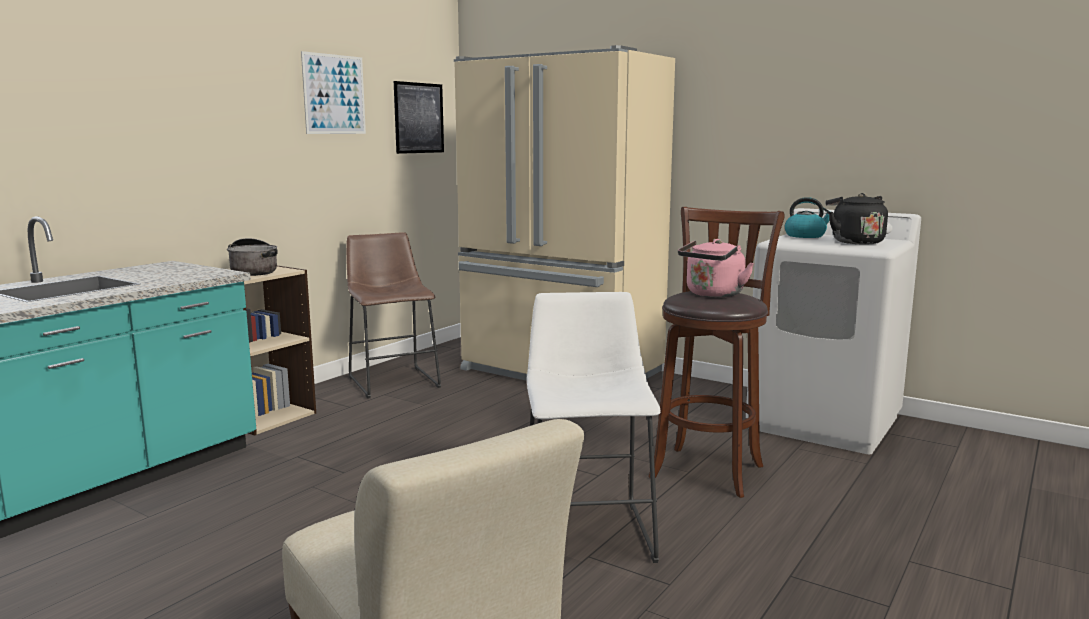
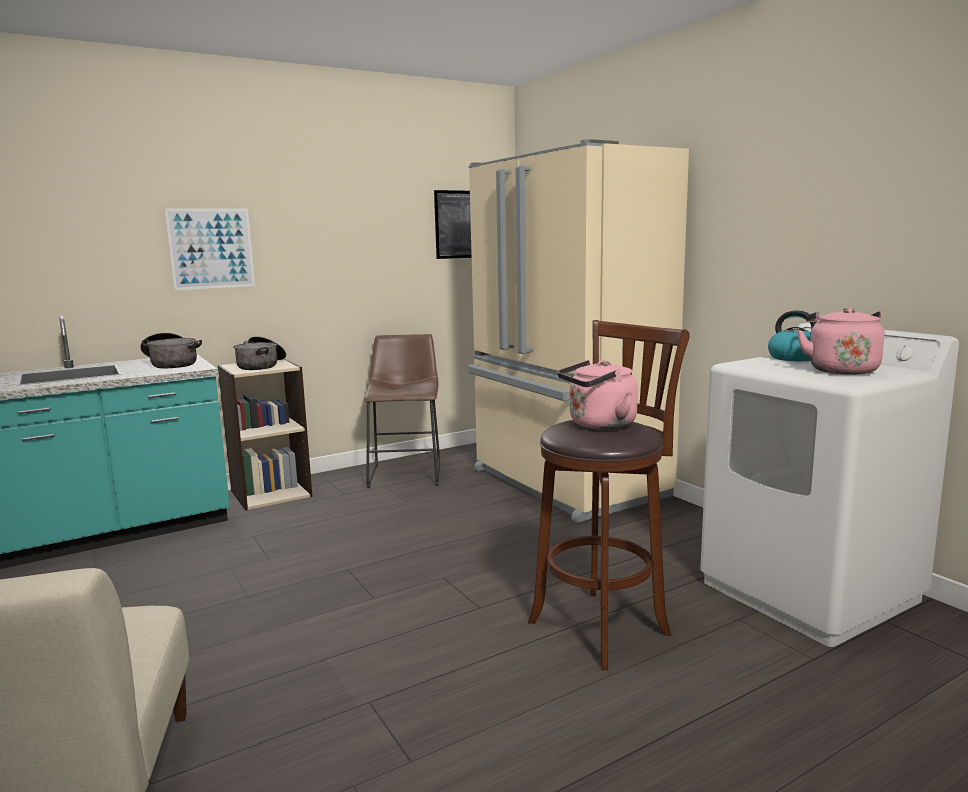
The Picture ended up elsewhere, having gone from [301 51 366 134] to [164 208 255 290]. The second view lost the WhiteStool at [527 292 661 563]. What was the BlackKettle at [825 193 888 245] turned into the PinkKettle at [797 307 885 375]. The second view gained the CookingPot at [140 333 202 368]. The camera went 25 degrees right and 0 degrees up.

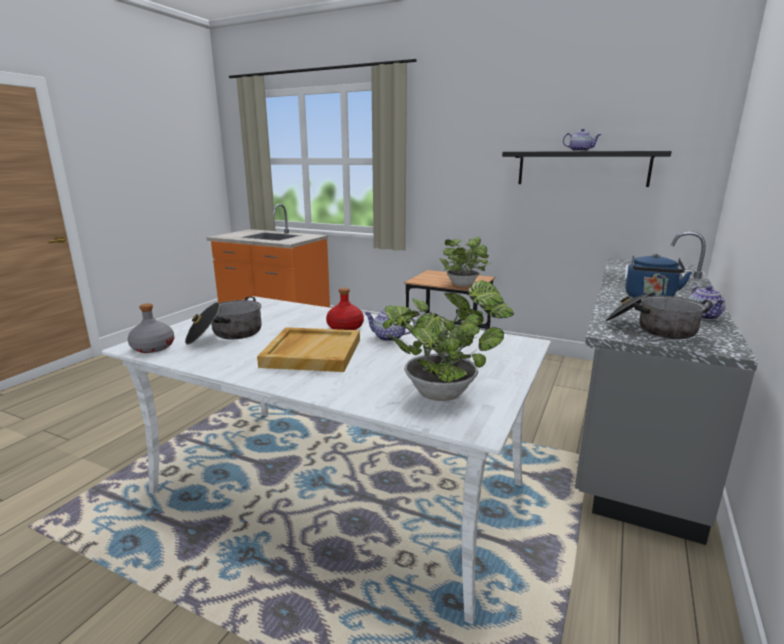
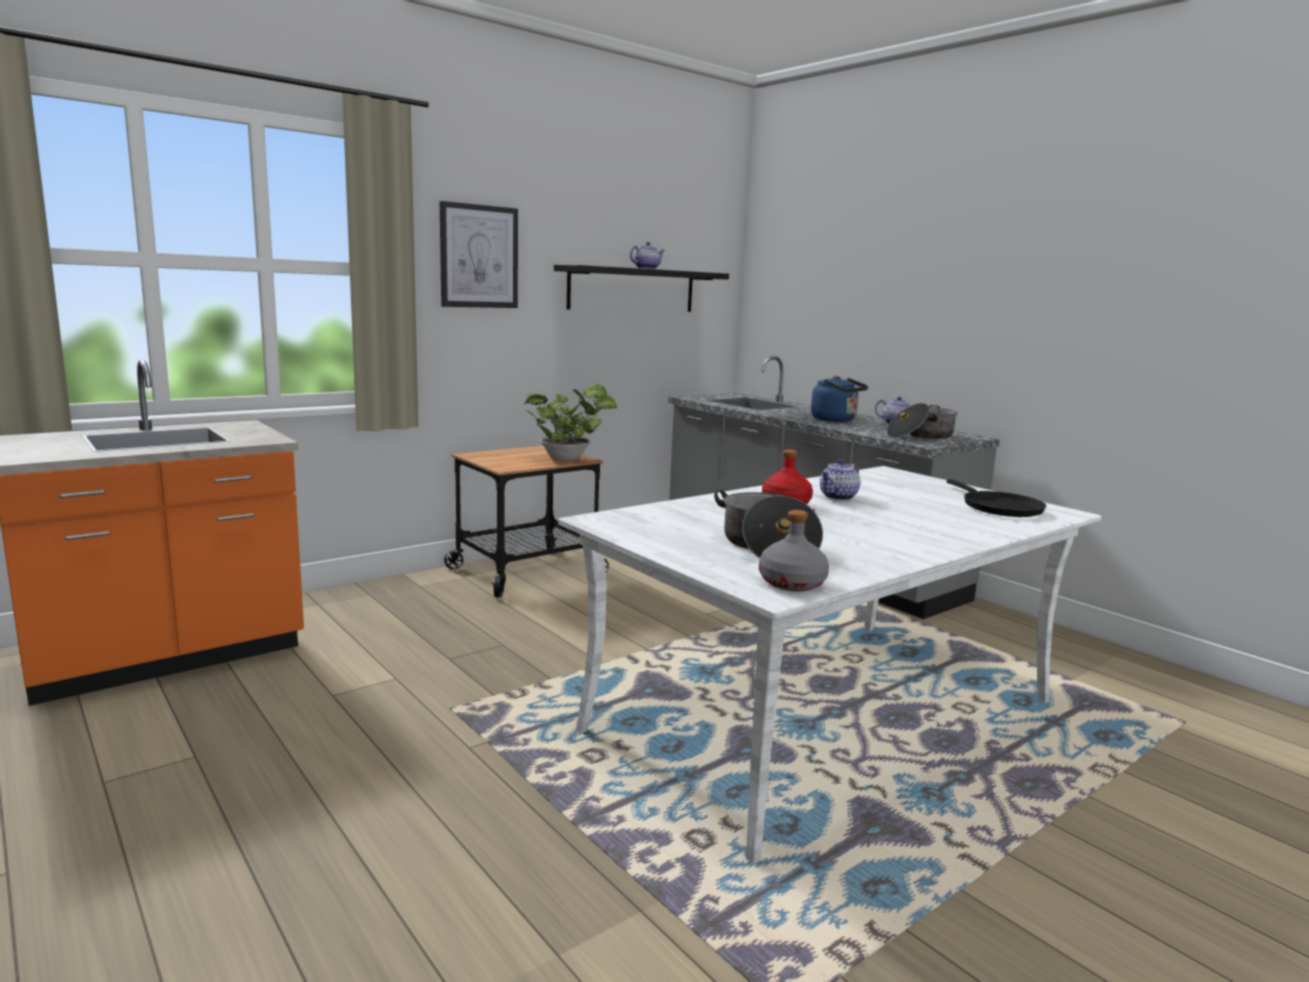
The second view lost the BeigeTray at [257 327 360 372]. Where the PottedPlant stood at [383 280 515 401], the BlackFryingPan came to stand at [947 479 1046 517]. The second view gained the Picture at [440 201 518 308]. The camera went 65 degrees left and 5 degrees down.

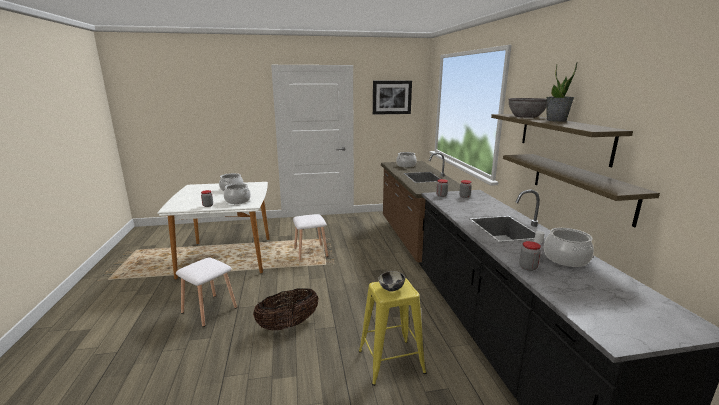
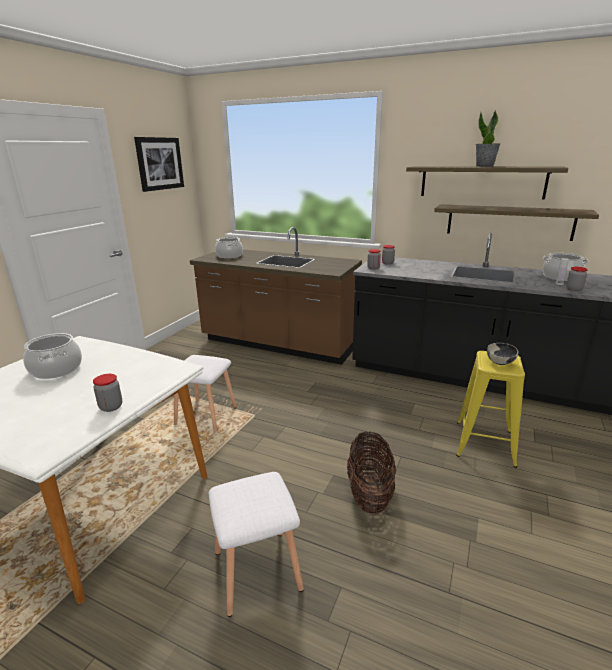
The second view lost the CookingPot at [224 183 251 204]. The second view lost the GreyBowl at [508 98 547 118]. The camera went 55 degrees left and 5 degrees up.

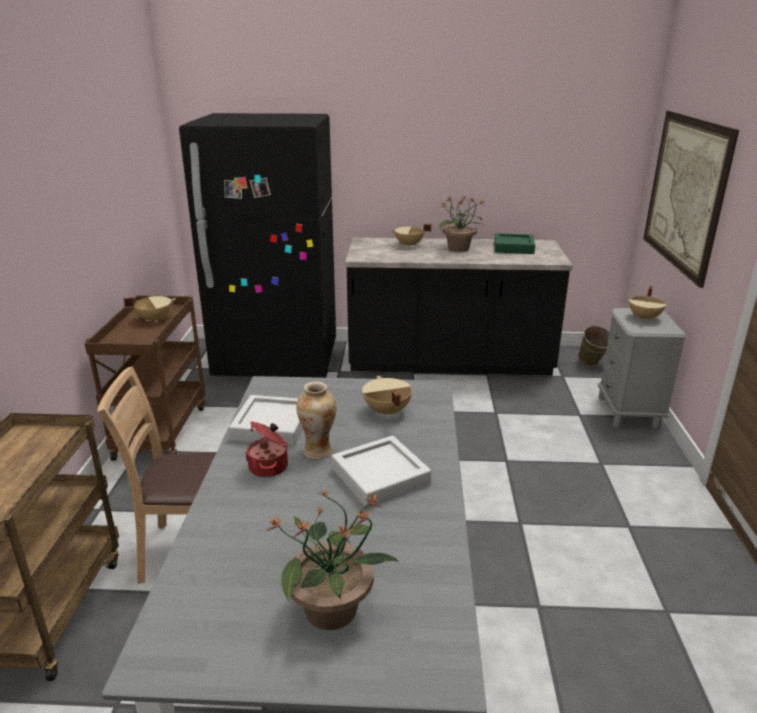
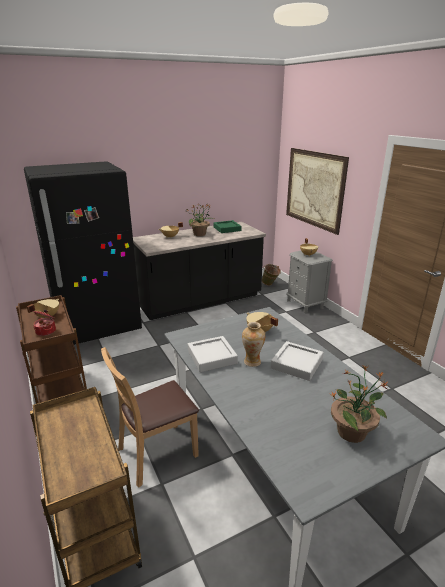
The CookingPot ended up elsewhere, having gone from [245 421 288 477] to [33 309 56 336]. The camera went 30 degrees left and 0 degrees up.

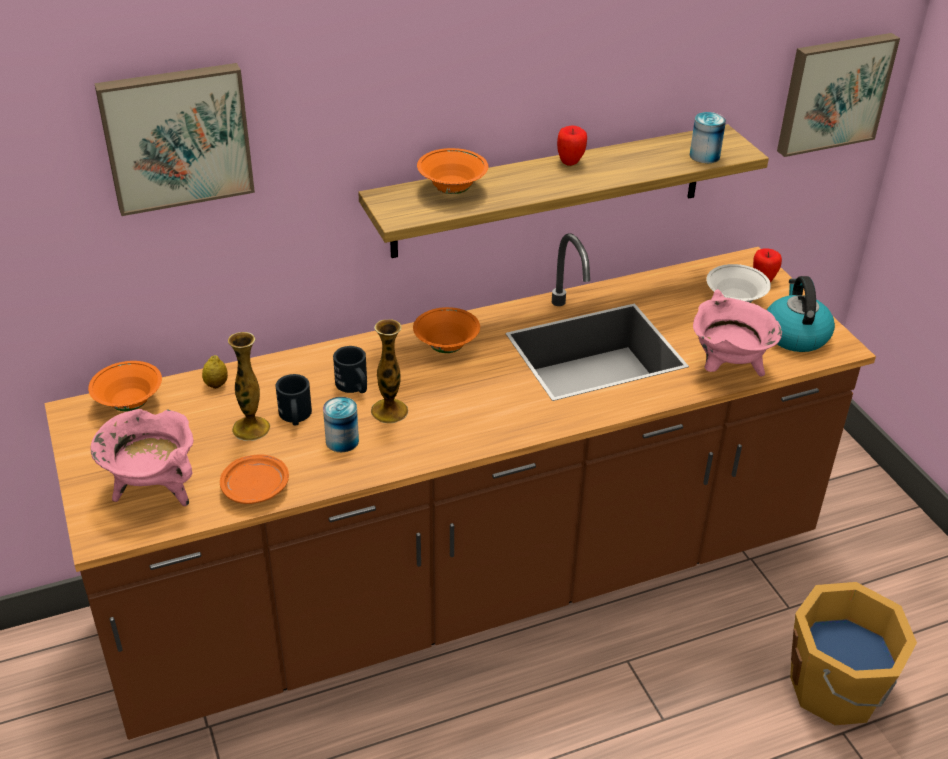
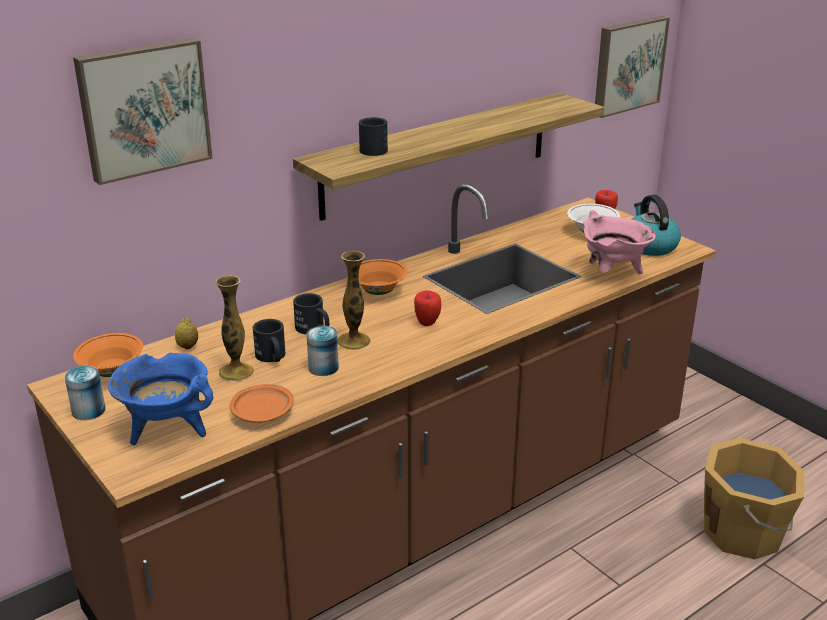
What was the PinkCookingPot at [91 409 194 506] turned into the BlueCookingPot at [108 352 214 445]. Where the OrangeBowl stood at [417 148 488 194], the BlackMug came to stand at [359 117 388 156]. The Apple ended up elsewhere, having gone from [557 126 587 166] to [414 290 441 326]. The Can ended up elsewhere, having gone from [690 112 726 163] to [65 366 105 420]. The camera went 15 degrees left and 10 degrees down.

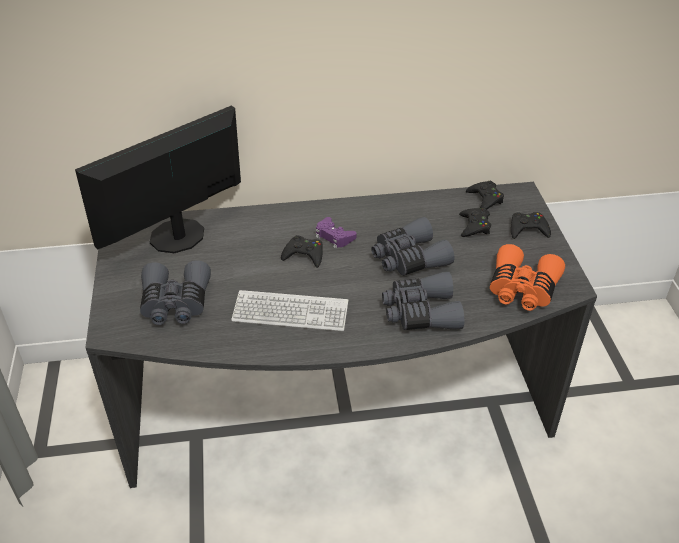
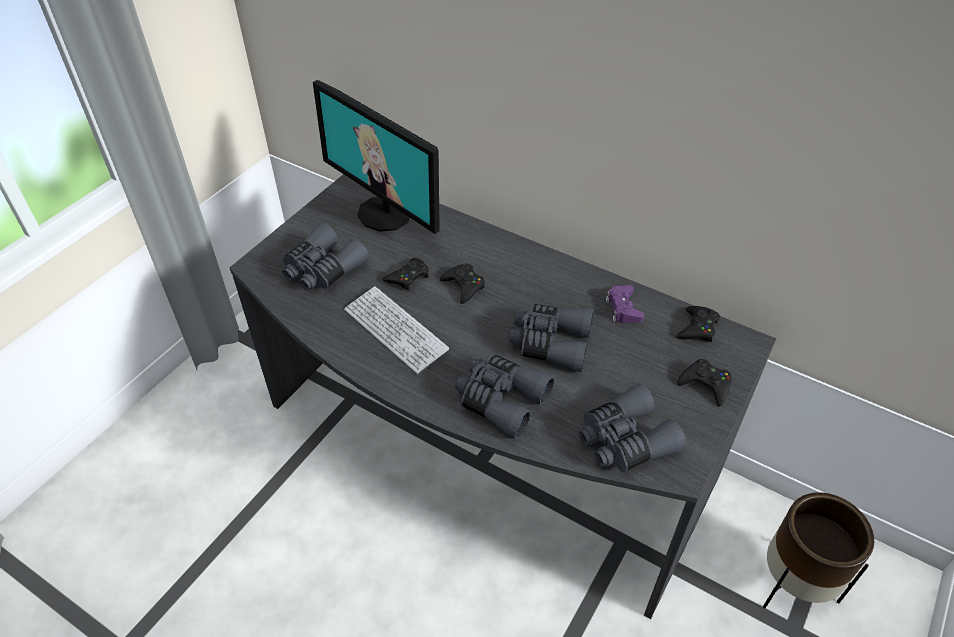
The Monitor at [75 105 241 253] ended up facing another way, 135 degrees counterclockwise from before. The PurpleGameController ended up elsewhere, having gone from [316 217 357 249] to [606 285 644 323]. The BlackGameController ended up elsewhere, having gone from [459 208 491 237] to [383 258 429 291]. What was the OrangeBinoculars at [490 244 565 311] turned into the GreyBinoculars at [579 383 686 472]. The second view gained the BrownPlanter at [763 492 874 609]. The camera went 40 degrees right and 5 degrees up.

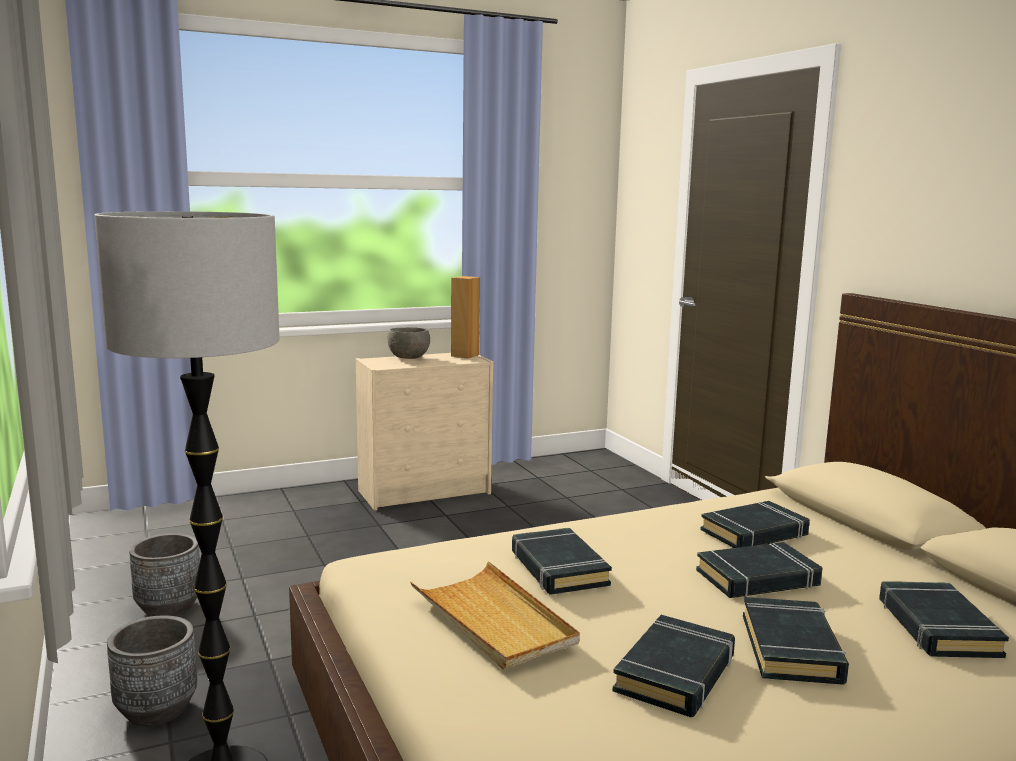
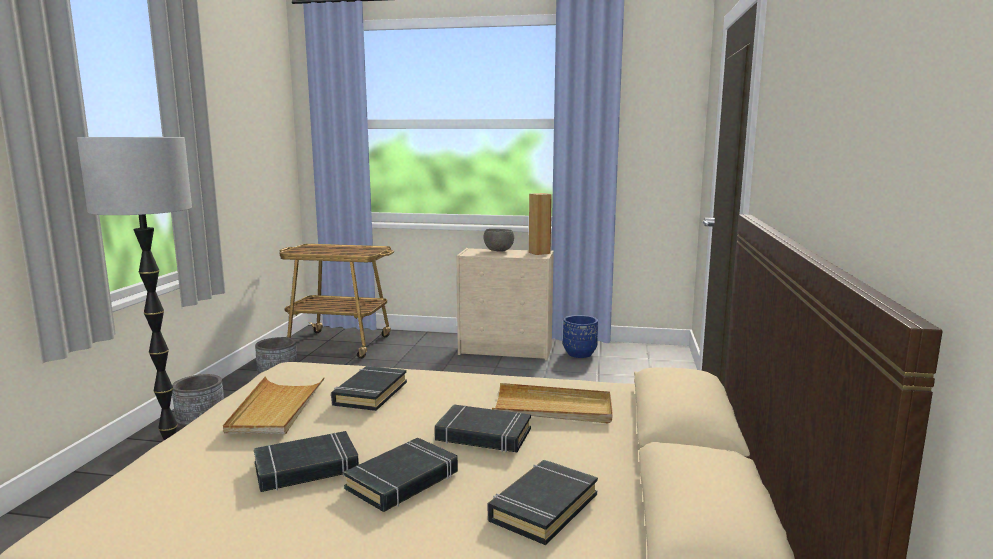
Where the BlackBook stood at [700 501 810 548], the BeigeTray came to stand at [492 383 612 423]. The second view gained the Cart at [280 244 394 359]. The second view gained the BluePlanter at [563 315 598 358]. The camera went 35 degrees right and 0 degrees up.

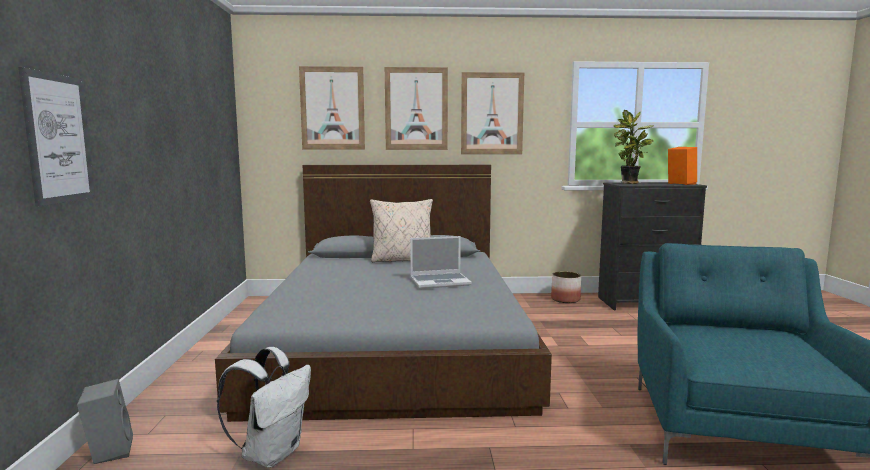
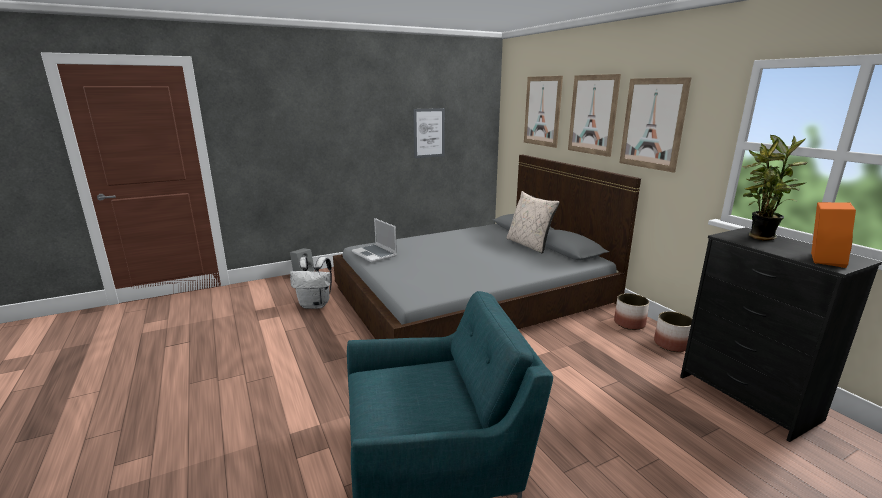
The Picture ended up elsewhere, having gone from [18 67 95 207] to [413 108 445 158]. The Laptop ended up elsewhere, having gone from [410 236 472 289] to [352 218 397 262]. The second view gained the Planter at [614 293 649 330]. The camera went 65 degrees right and 10 degrees up.

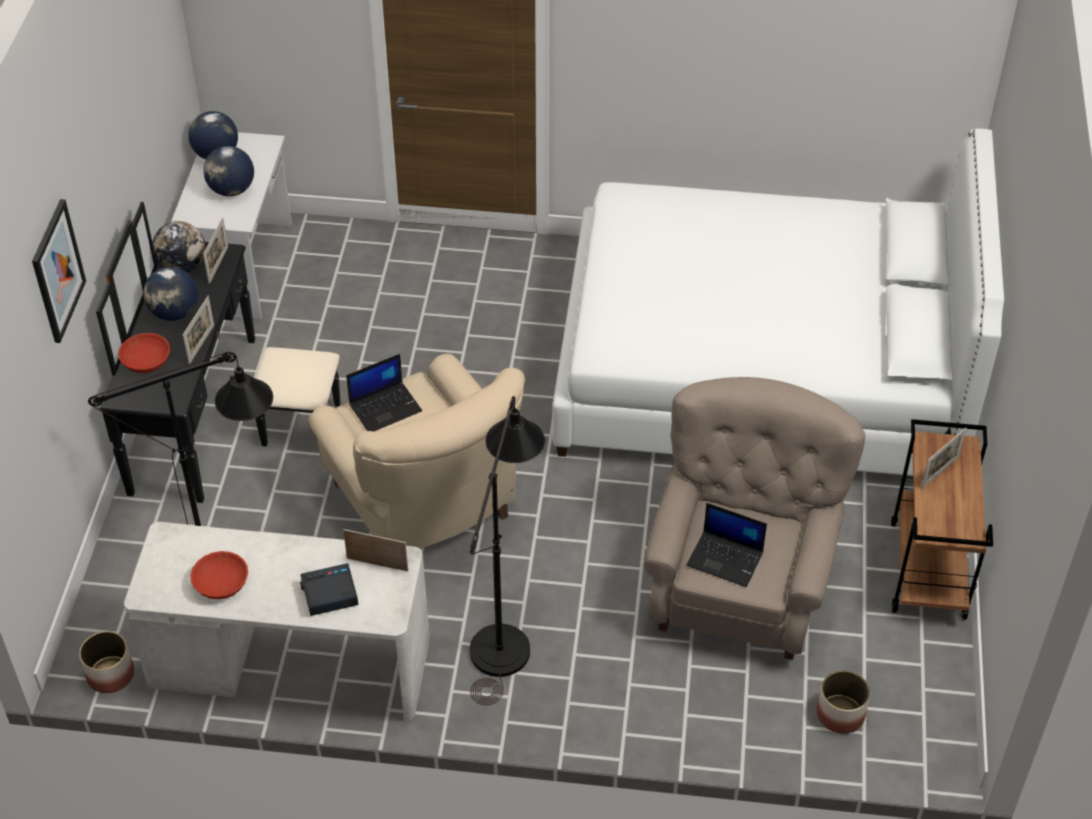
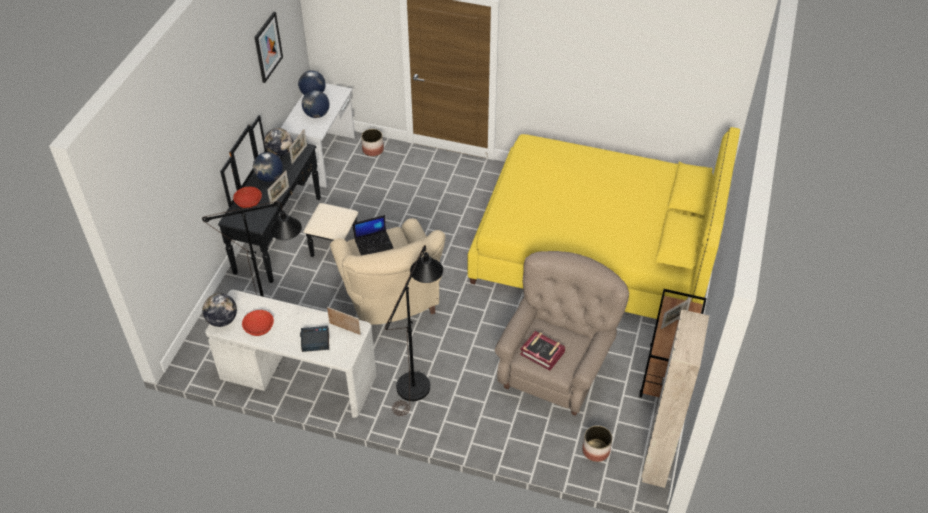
The Picture ended up elsewhere, having gone from [32 199 86 343] to [254 12 283 83]. The Planter ended up elsewhere, having gone from [79 631 134 693] to [361 129 384 156]. What was the WhiteBed at [552 129 1004 476] turned into the YellowBed at [468 127 740 319]. Where the Laptop stood at [686 503 767 587], the Book came to stand at [520 331 565 371]. The second view gained the Globe at [202 293 237 327]. The second view gained the BeigeWardrobe at [641 310 709 488]. The camera went 10 degrees right and 0 degrees up.

